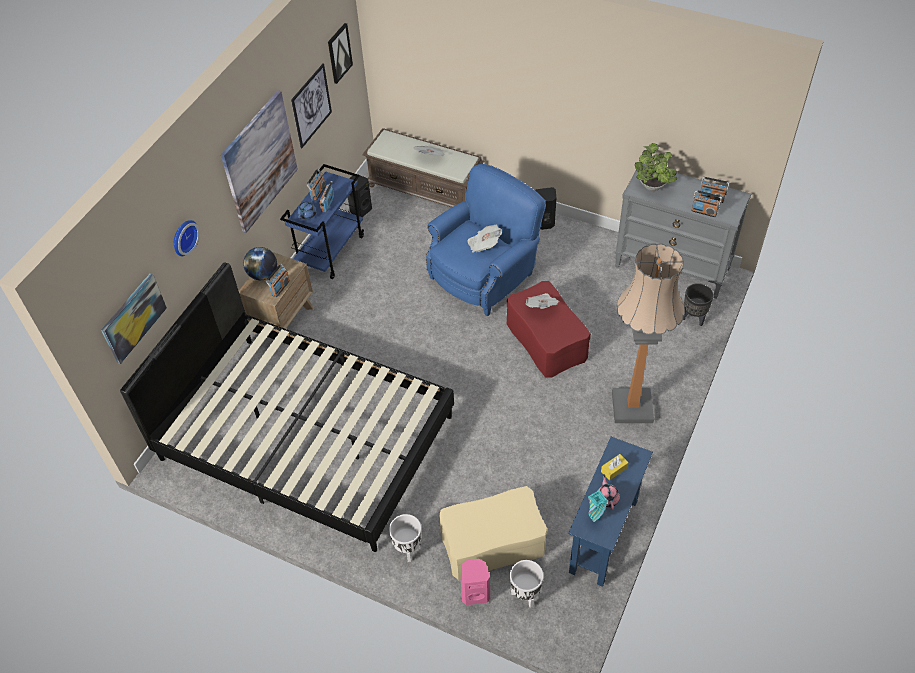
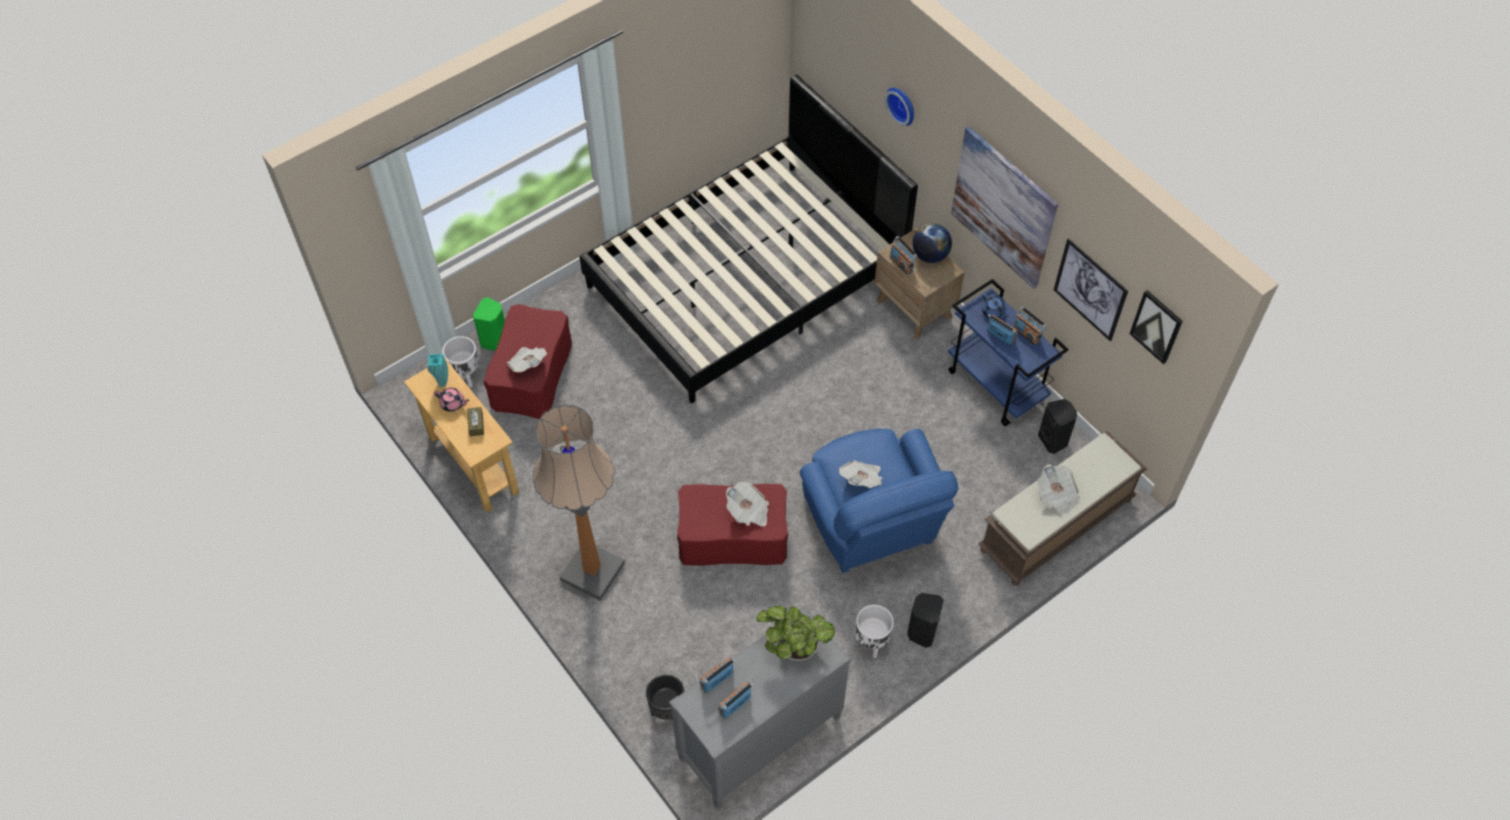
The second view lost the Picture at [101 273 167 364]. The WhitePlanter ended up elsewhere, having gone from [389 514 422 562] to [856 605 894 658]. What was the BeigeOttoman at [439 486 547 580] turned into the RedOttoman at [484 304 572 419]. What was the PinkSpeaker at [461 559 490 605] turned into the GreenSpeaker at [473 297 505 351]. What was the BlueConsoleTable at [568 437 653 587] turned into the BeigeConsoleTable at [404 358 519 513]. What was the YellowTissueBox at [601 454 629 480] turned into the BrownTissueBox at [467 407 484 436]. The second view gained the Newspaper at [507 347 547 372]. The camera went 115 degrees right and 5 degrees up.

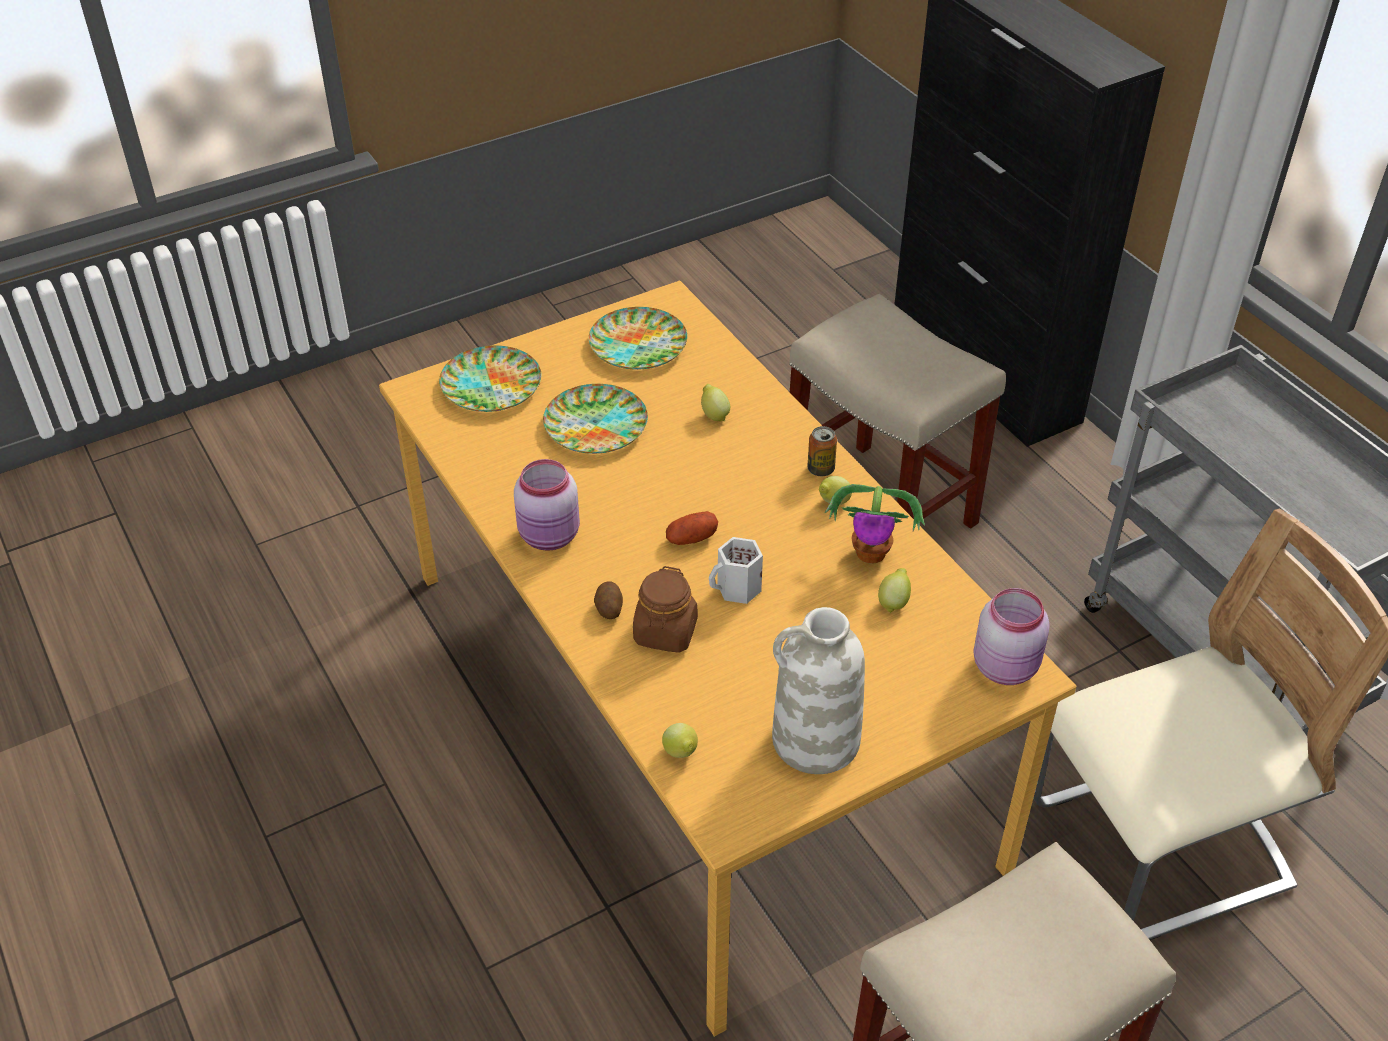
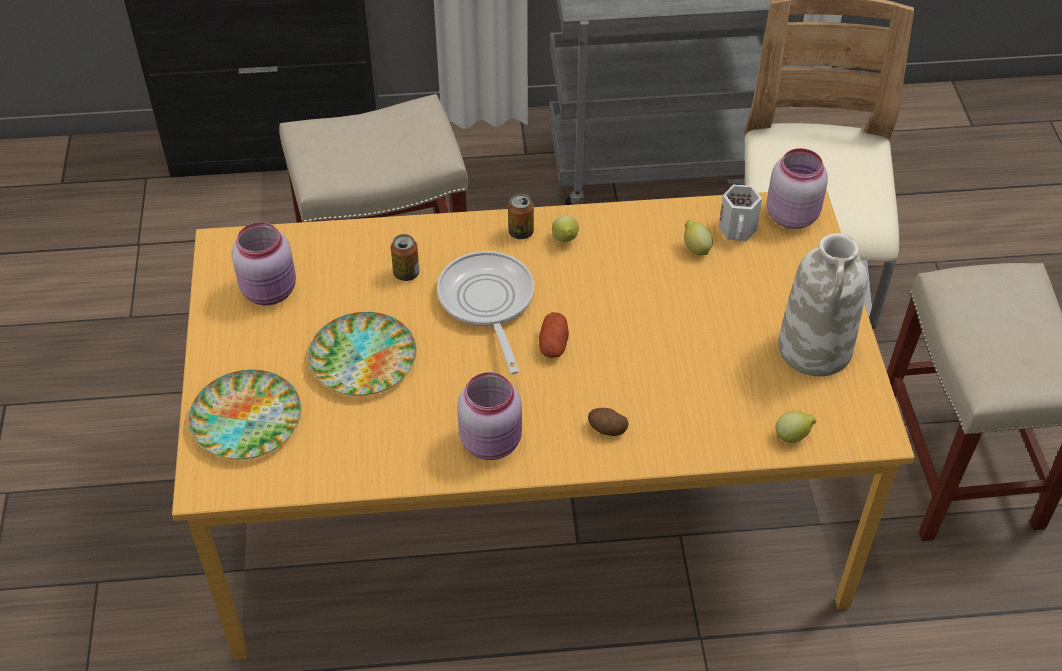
Where the Plate stood at [589 307 688 370], the PinkJar came to stand at [232 222 296 305]. The second view lost the BrownJar at [633 566 698 653]. Where the Lemon stood at [701 384 730 421], the Can came to stand at [391 234 419 281]. The WhiteMug ended up elsewhere, having gone from [709 537 763 604] to [718 184 762 241]. The second view lost the PottedPlant at [825 484 925 564]. The second view gained the FryingPan at [437 251 534 374]. The camera went 65 degrees left and 5 degrees up.

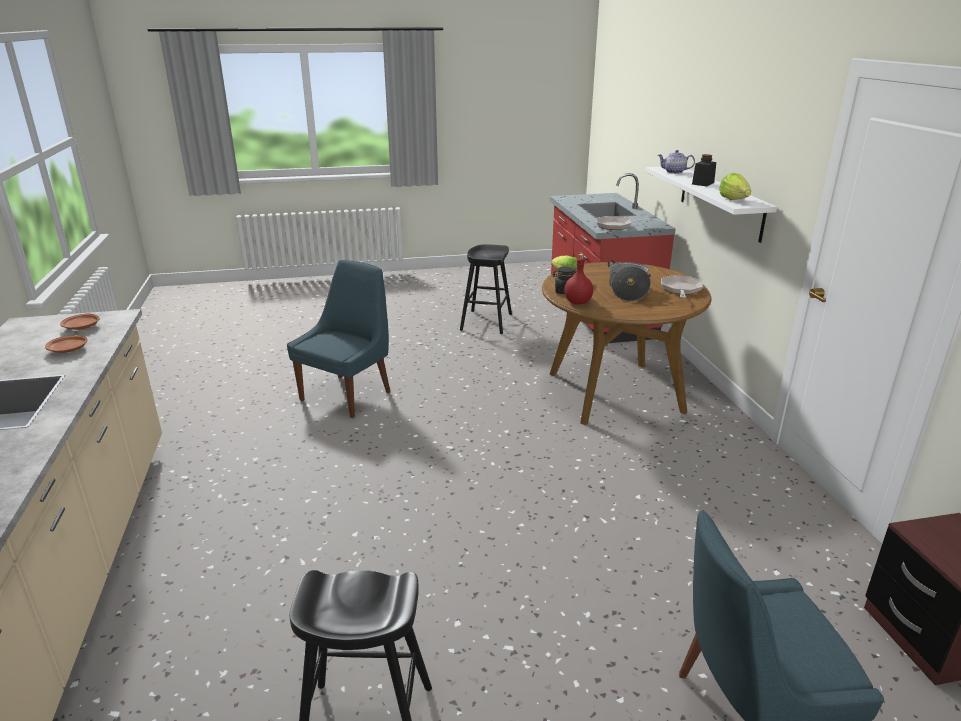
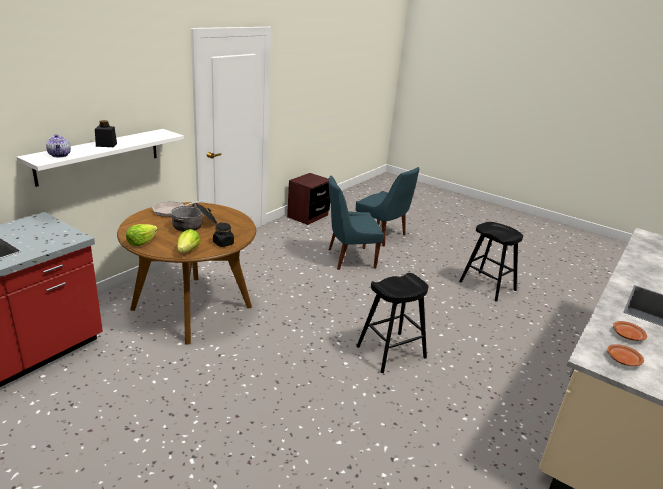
The BlueChair ended up elsewhere, having gone from [287 260 390 418] to [328 176 384 270]. The BlackStool ended up elsewhere, having gone from [460 244 512 334] to [356 273 428 373]. The second view lost the RedBottle at [564 254 593 305]. The second view lost the FryingPan at [596 216 656 230]. The Lettuce ended up elsewhere, having gone from [719 173 751 200] to [126 224 158 246]. The camera went 135 degrees left and 0 degrees up.

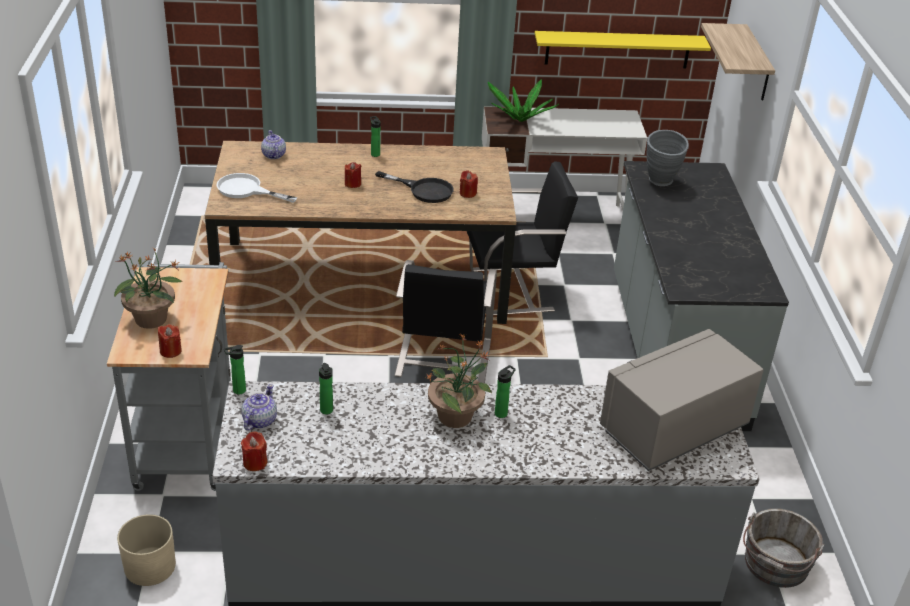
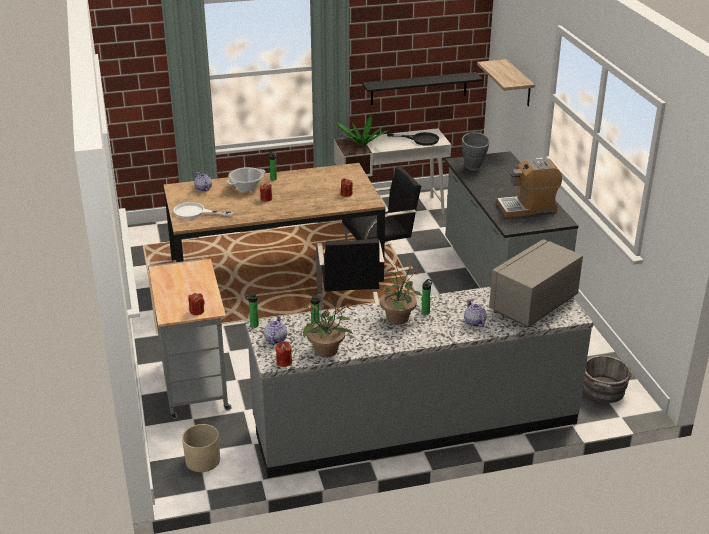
The PottedPlant ended up elsewhere, having gone from [114 248 183 329] to [303 297 353 358]. The BlackFryingPan ended up elsewhere, having gone from [375 171 454 203] to [387 132 439 146]. What was the YellowShelf at [535 31 711 68] turned into the BlackShelf at [362 72 483 105]. The second view gained the CookingPot at [227 167 266 191]. The second view gained the Teapot at [464 299 487 327]. The second view gained the CoffeeMachine at [497 158 562 217]. The camera went 10 degrees left and 5 degrees down.

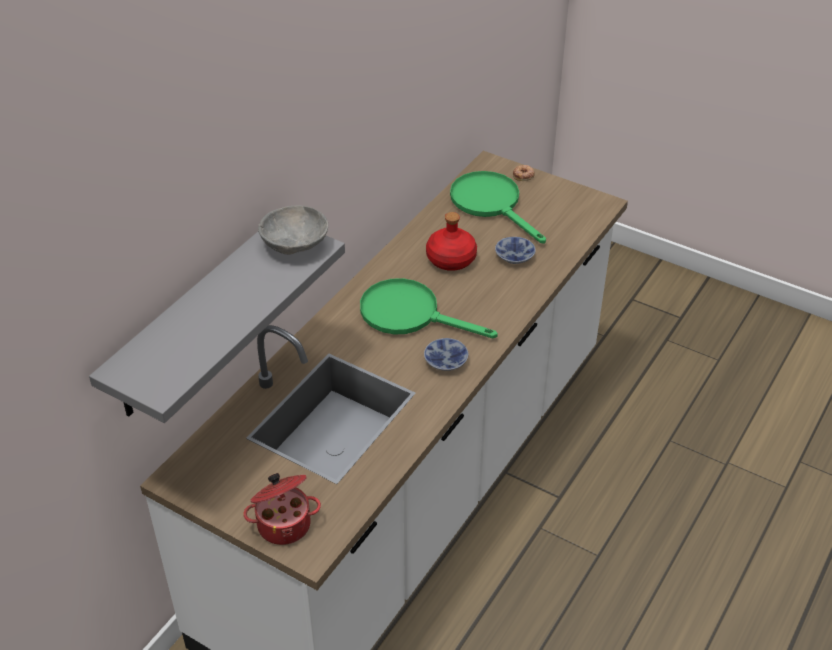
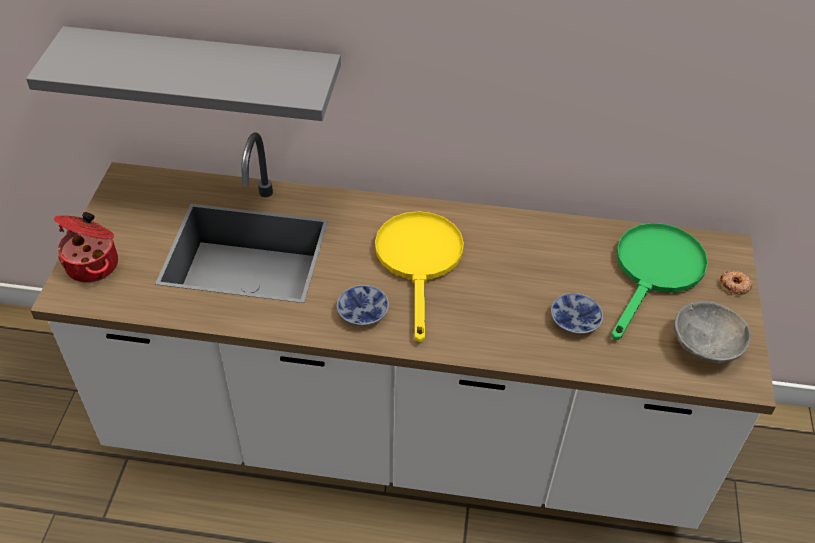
The GreyBowl ended up elsewhere, having gone from [258 205 328 255] to [674 301 751 364]. What was the GreenFryingPan at [360 278 498 338] turned into the YellowFryingPan at [375 211 464 342]. The second view lost the RedBottle at [426 212 477 271]. The camera went 65 degrees right and 5 degrees up.

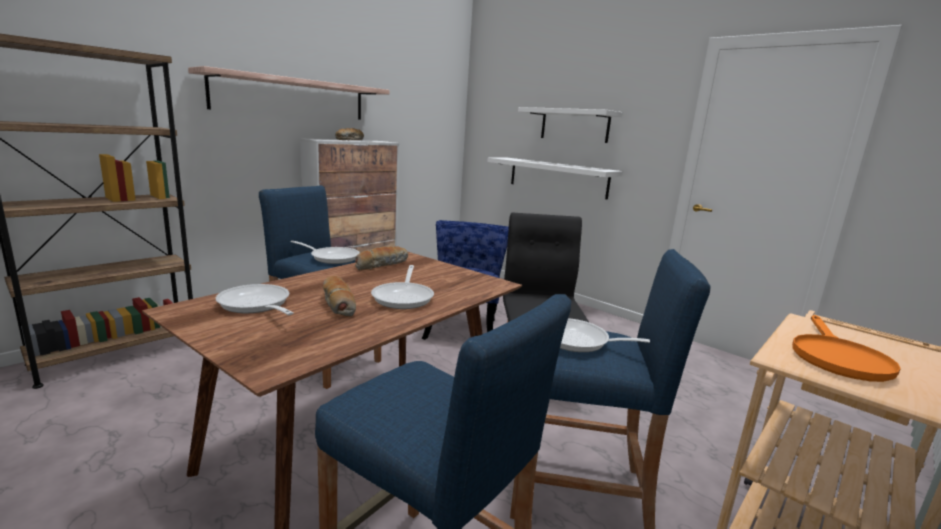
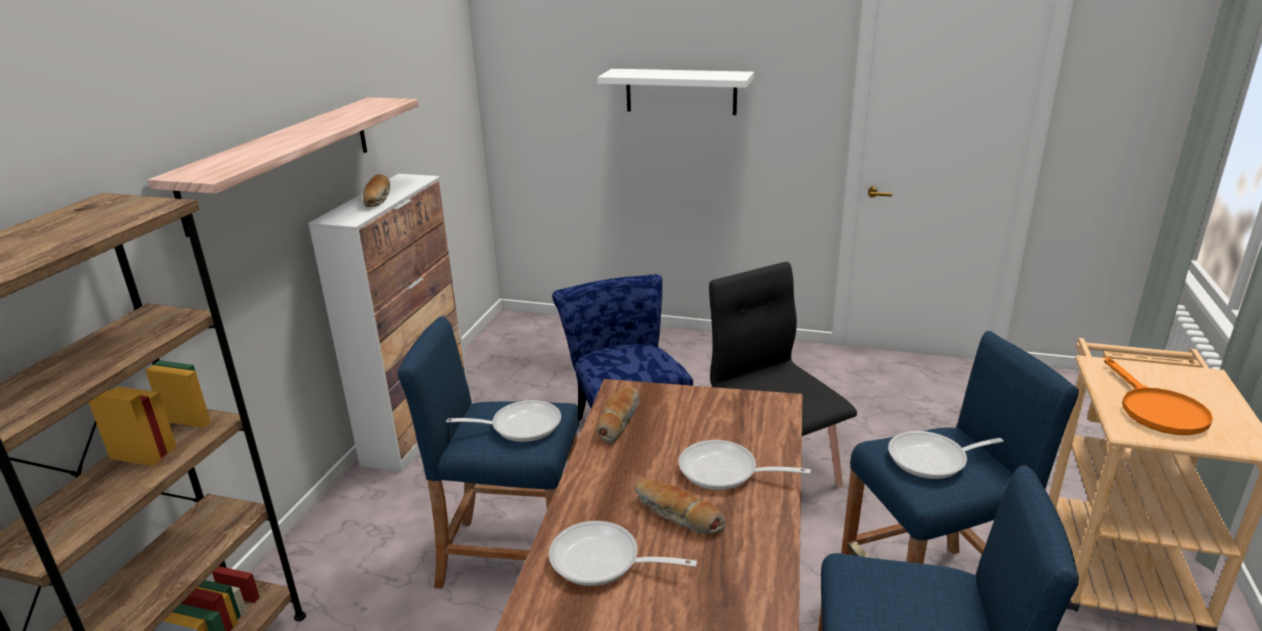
The FryingPan at [371 265 434 309] ended up facing another way, 135 degrees clockwise from before. The second view lost the WhiteShelf at [487 157 622 200]. The camera went 25 degrees left and 10 degrees up.

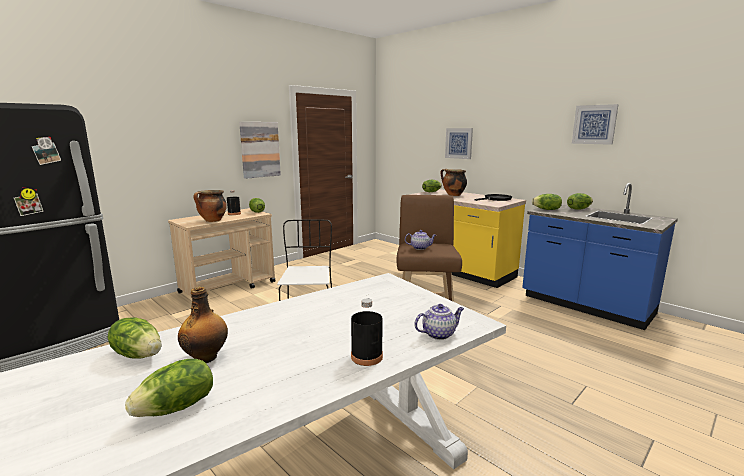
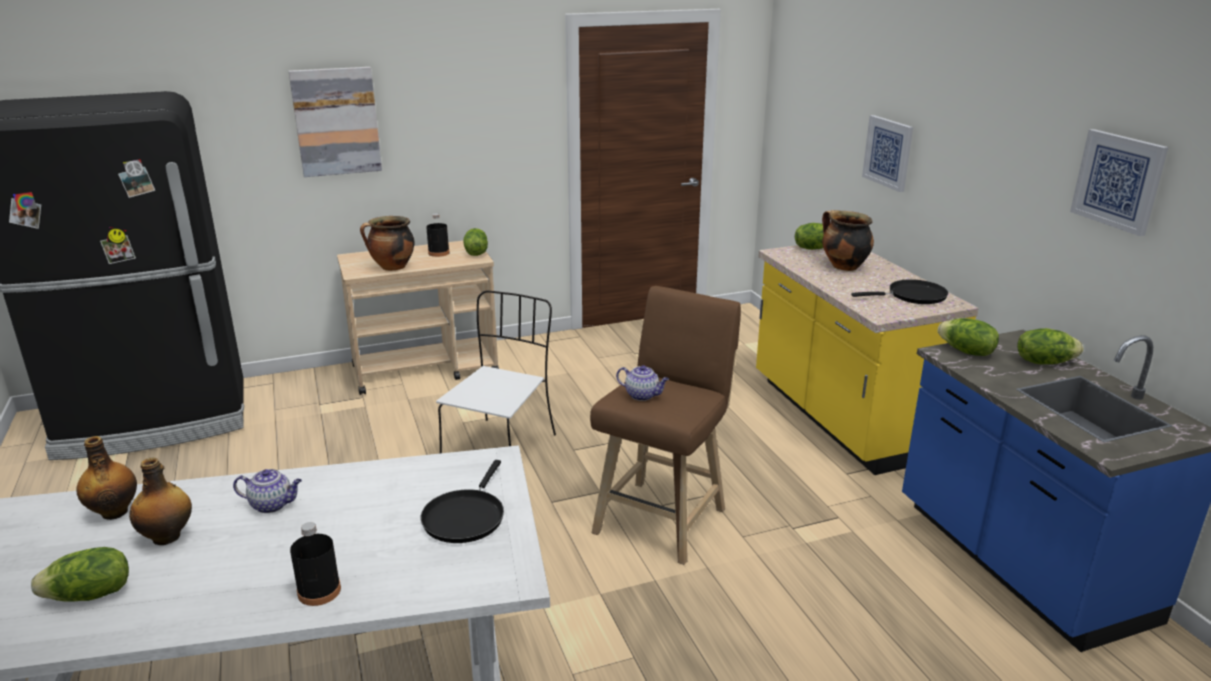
Where the Lettuce stood at [108 317 161 359], the Bottle came to stand at [76 436 137 520]. The Picture ended up elsewhere, having gone from [239 122 281 179] to [289 67 382 177]. The Teapot ended up elsewhere, having gone from [414 304 464 340] to [233 469 302 513]. The second view gained the BlackFryingPan at [421 460 504 543]. The camera went 25 degrees right and 10 degrees up.

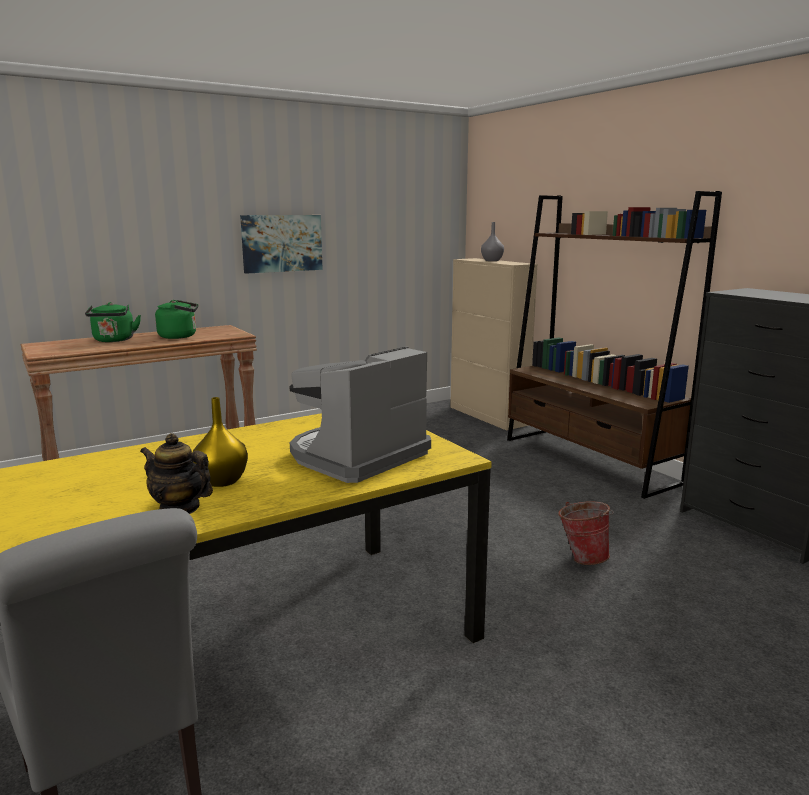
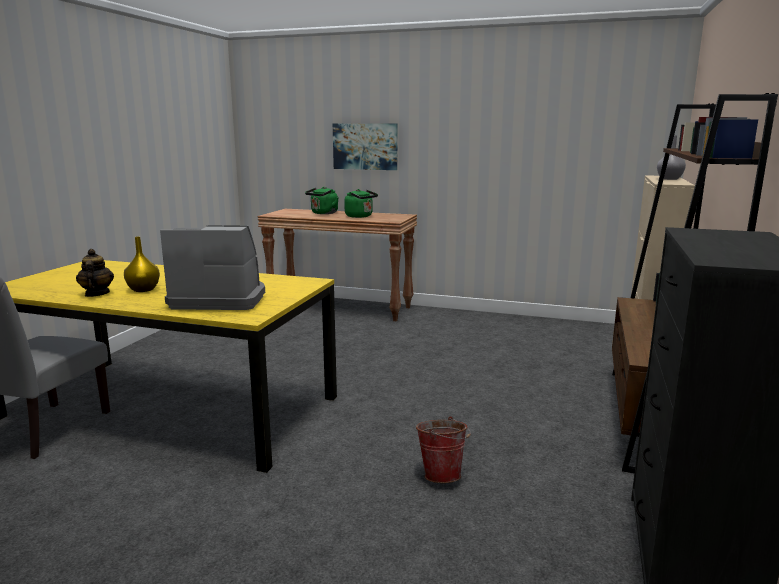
The Picture ended up elsewhere, having gone from [240 215 323 274] to [333 123 397 170]. The camera went 50 degrees right and 0 degrees up.

